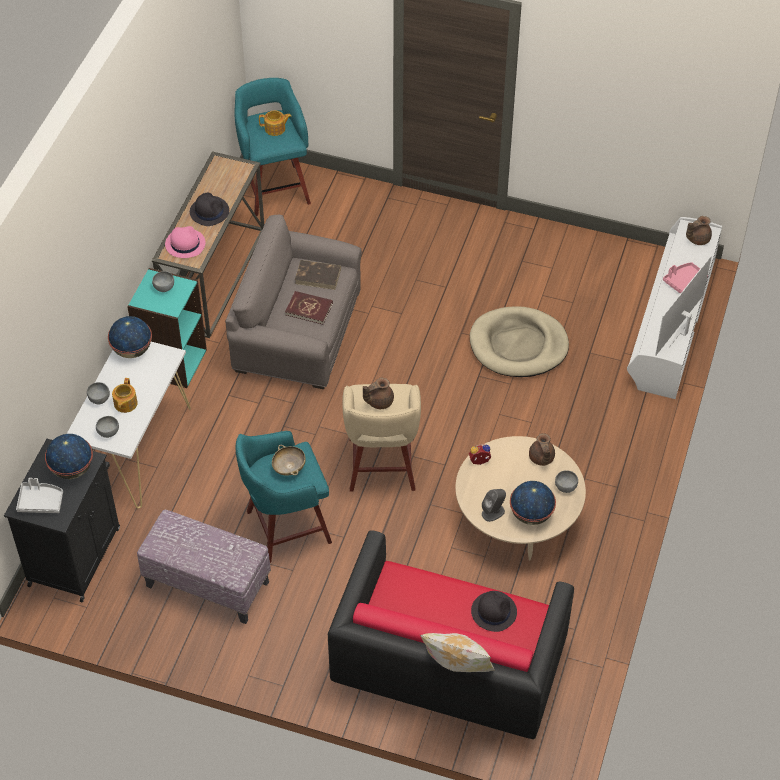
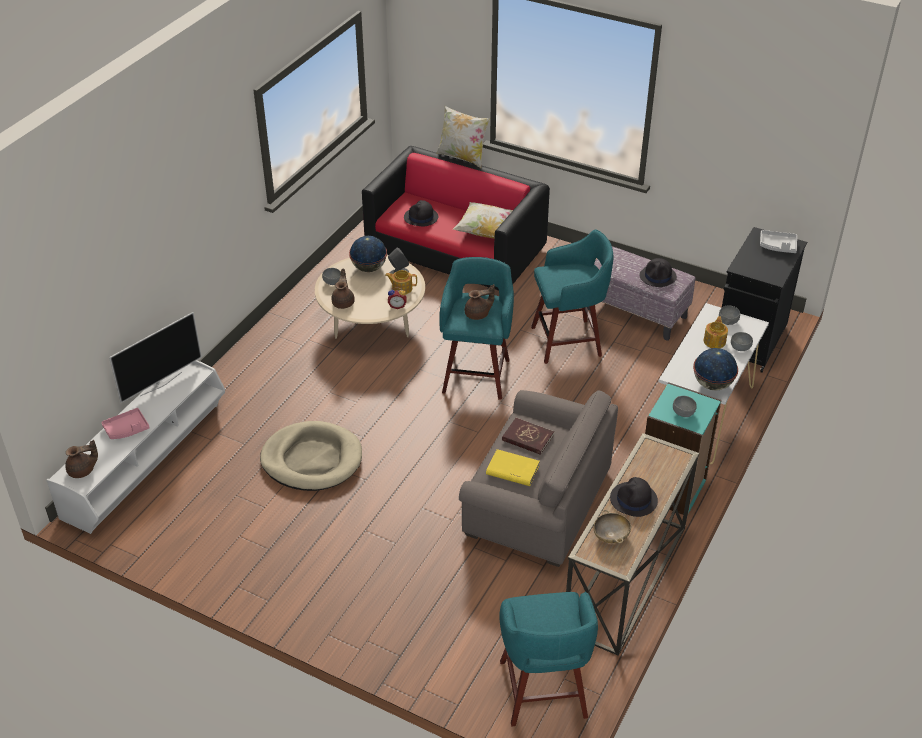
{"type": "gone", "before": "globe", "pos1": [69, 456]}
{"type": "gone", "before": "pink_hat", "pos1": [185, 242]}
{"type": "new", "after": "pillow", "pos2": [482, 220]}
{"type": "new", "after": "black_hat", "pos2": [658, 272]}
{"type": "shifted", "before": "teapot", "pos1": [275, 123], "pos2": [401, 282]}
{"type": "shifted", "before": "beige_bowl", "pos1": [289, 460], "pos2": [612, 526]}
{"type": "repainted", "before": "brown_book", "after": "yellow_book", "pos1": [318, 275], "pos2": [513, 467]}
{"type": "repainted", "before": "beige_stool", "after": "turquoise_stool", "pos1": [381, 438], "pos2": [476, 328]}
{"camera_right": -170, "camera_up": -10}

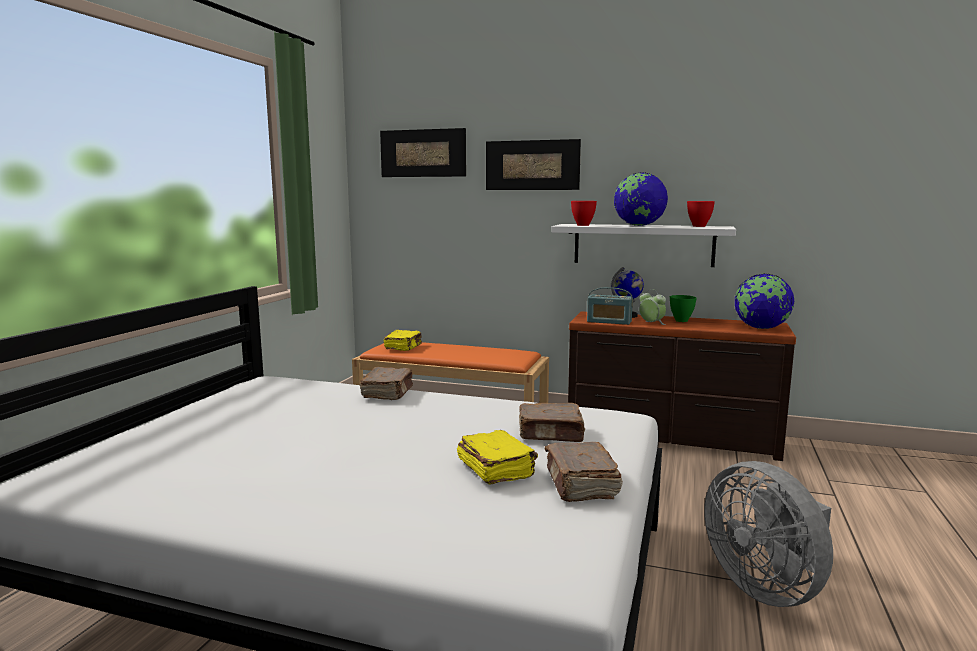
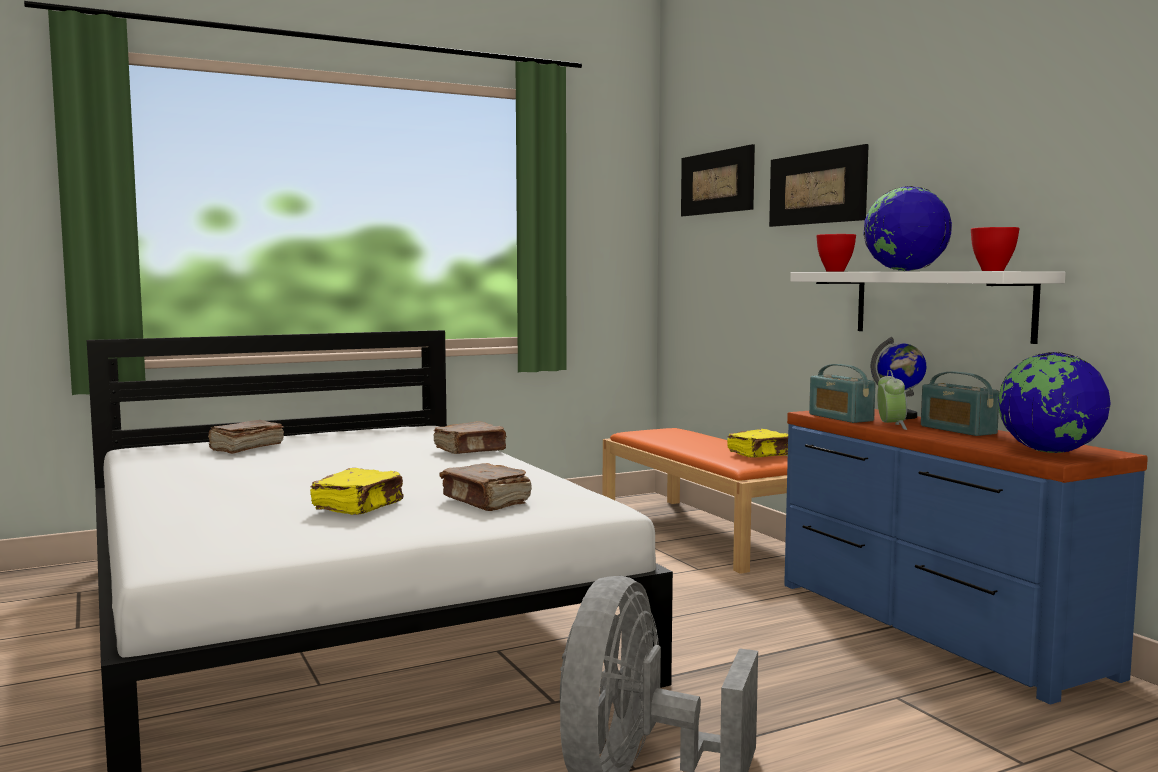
{"type": "shifted", "before": "yellow_book", "pos1": [403, 340], "pos2": [757, 443]}
{"type": "shifted", "before": "brown_book", "pos1": [584, 472], "pos2": [246, 437]}
{"type": "swapped", "before": "green_bowl", "after": "radio", "pos1": [683, 308], "pos2": [960, 403]}
{"type": "repainted", "before": "brown_dresser", "after": "blue_dresser", "pos1": [682, 386], "pos2": [966, 556]}
{"camera_right": 45, "camera_up": -5}

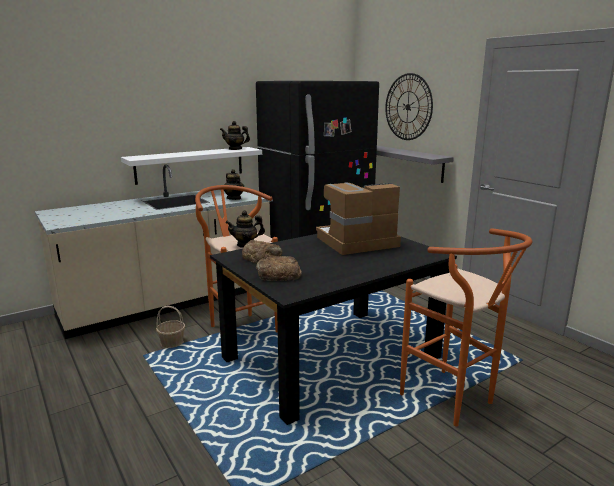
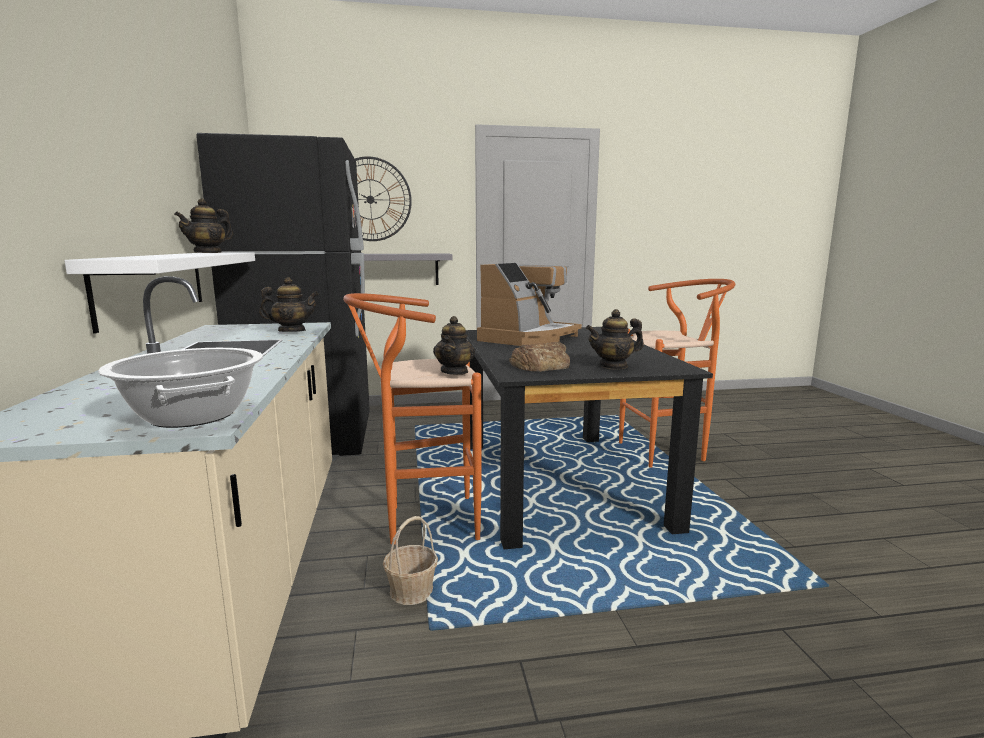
{"type": "new", "after": "cooking_pot", "pos2": [180, 388]}
{"type": "swapped", "before": "bread", "after": "teapot", "pos1": [279, 268], "pos2": [615, 339]}
{"type": "rotated", "before": "coffee_machine", "pos1": [358, 219], "pos2": [529, 304], "turn": -150}
{"camera_right": -65, "camera_up": -5}

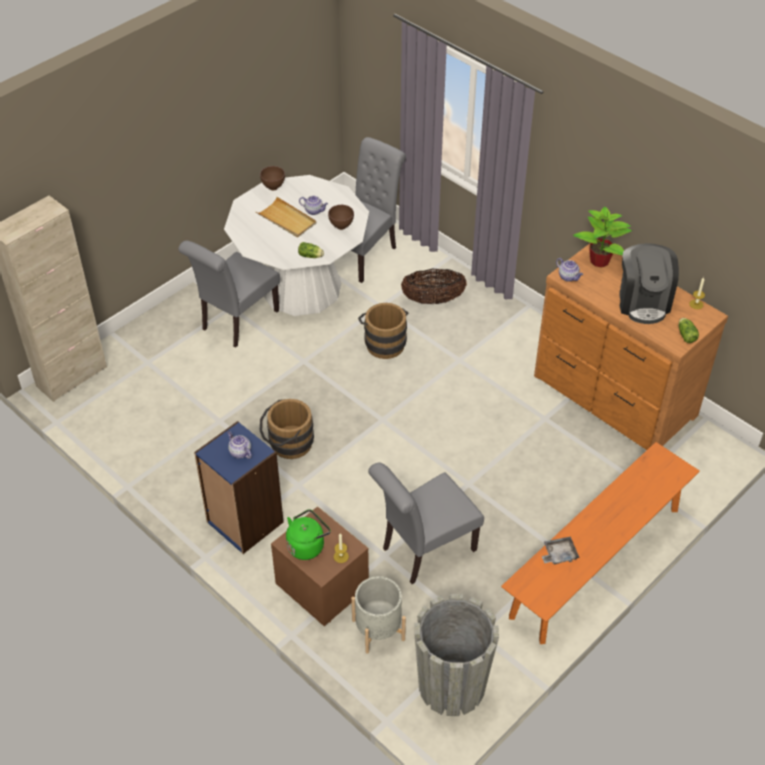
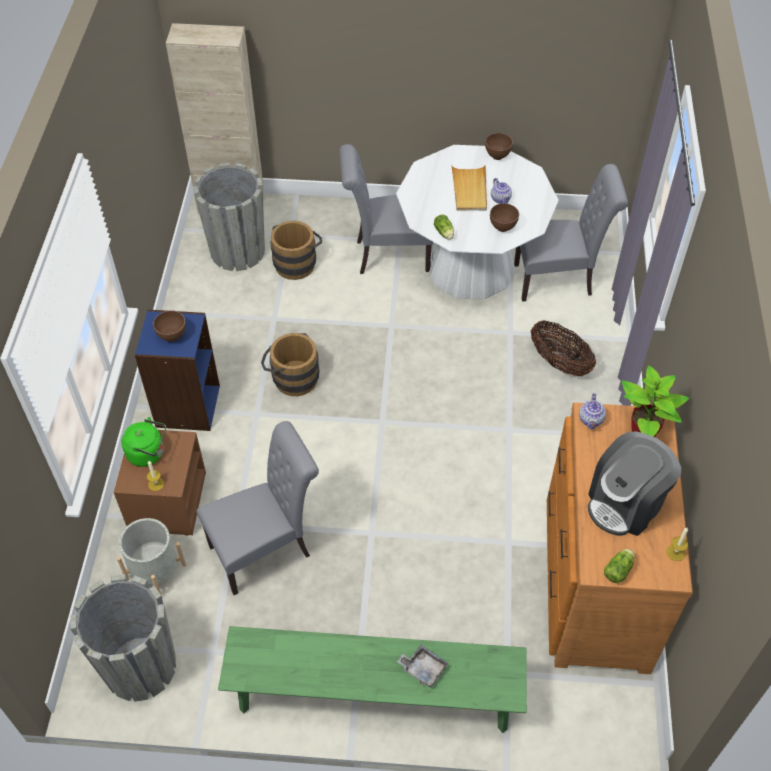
{"type": "new", "after": "grey_planter", "pos2": [229, 217]}
{"type": "shifted", "before": "brown_bucket", "pos1": [383, 331], "pos2": [296, 250]}
{"type": "shifted", "before": "grey_tray", "pos1": [561, 550], "pos2": [423, 666]}
{"type": "swapped", "before": "teapot", "after": "brown_bowl", "pos1": [239, 445], "pos2": [169, 326]}
{"type": "repainted", "before": "orange_bench", "after": "green_bench", "pos1": [600, 543], "pos2": [372, 679]}
{"type": "rotated", "before": "grey_chair", "pos1": [426, 523], "pos2": [257, 508], "turn": 135}
{"camera_right": 50, "camera_up": 5}

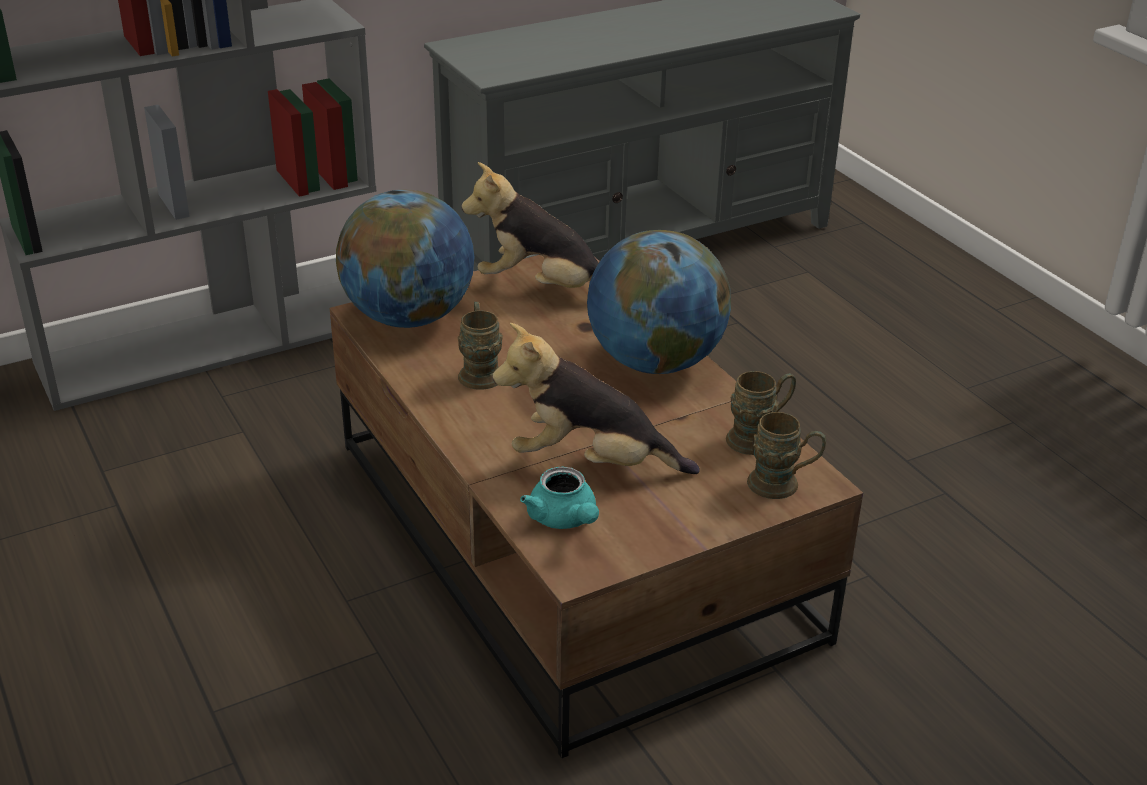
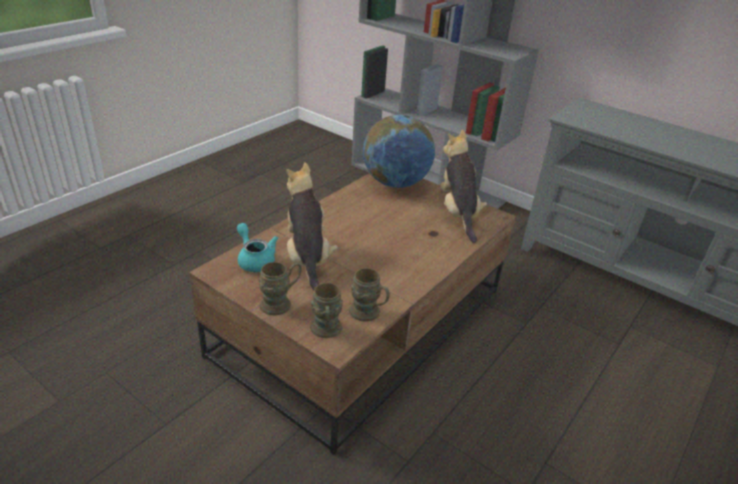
{"type": "gone", "before": "globe", "pos1": [659, 302]}
{"type": "shifted", "before": "brown_mug", "pos1": [480, 346], "pos2": [280, 288]}
{"type": "rotated", "before": "turquoise_teapot", "pos1": [559, 498], "pos2": [257, 247], "turn": 105}
{"camera_right": 65, "camera_up": 0}

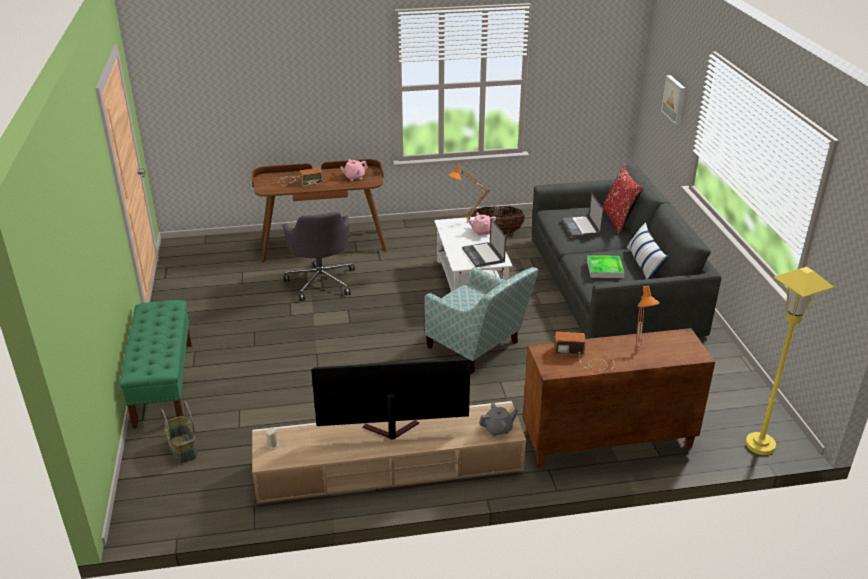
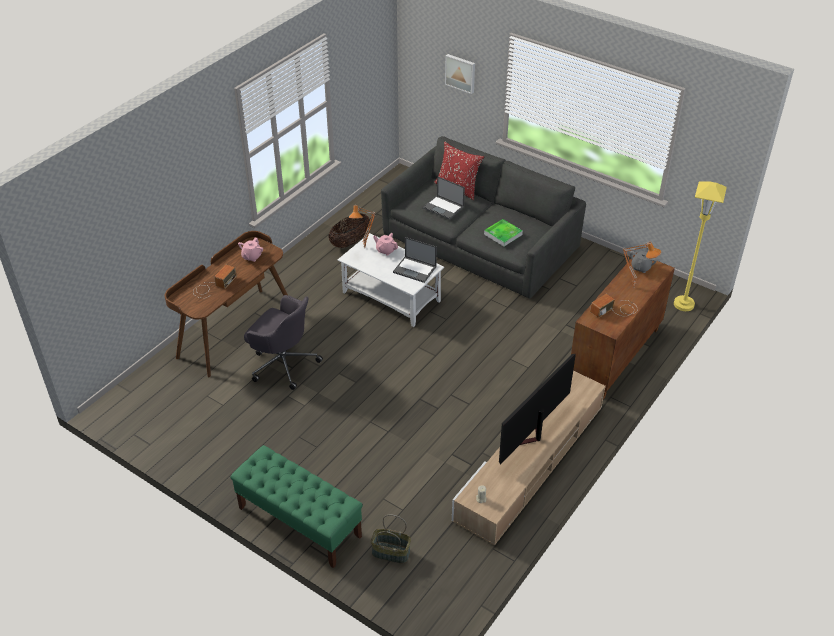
{"type": "gone", "before": "armchair", "pos1": [482, 320]}
{"type": "gone", "before": "pillow", "pos1": [647, 250]}
{"type": "shifted", "before": "grey_teapot", "pos1": [498, 419], "pos2": [643, 260]}
{"camera_right": -45, "camera_up": 10}

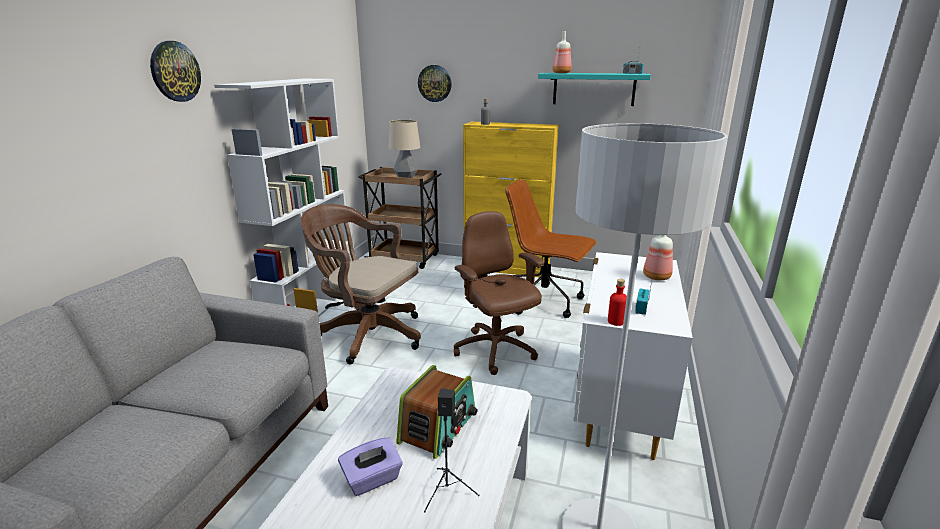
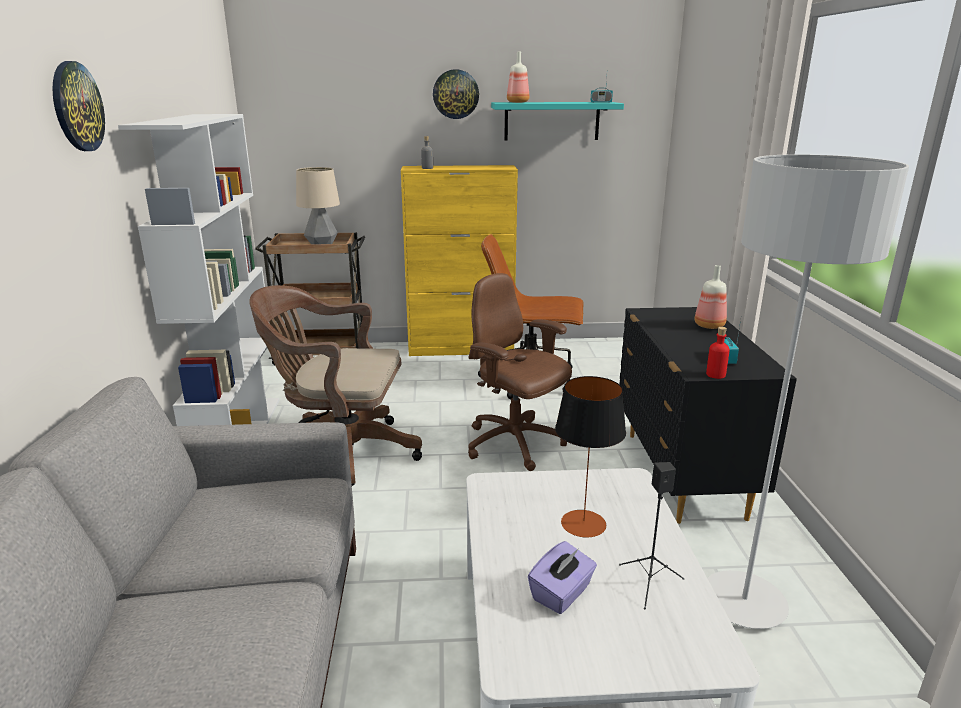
{"type": "shifted", "before": "wall_clock", "pos1": [435, 83], "pos2": [456, 94]}
{"type": "swapped", "before": "radio", "after": "table_lamp", "pos1": [437, 412], "pos2": [590, 457]}
{"type": "repainted", "before": "white_dresser", "after": "black_dresser", "pos1": [633, 356], "pos2": [708, 415]}
{"camera_right": -20, "camera_up": 0}

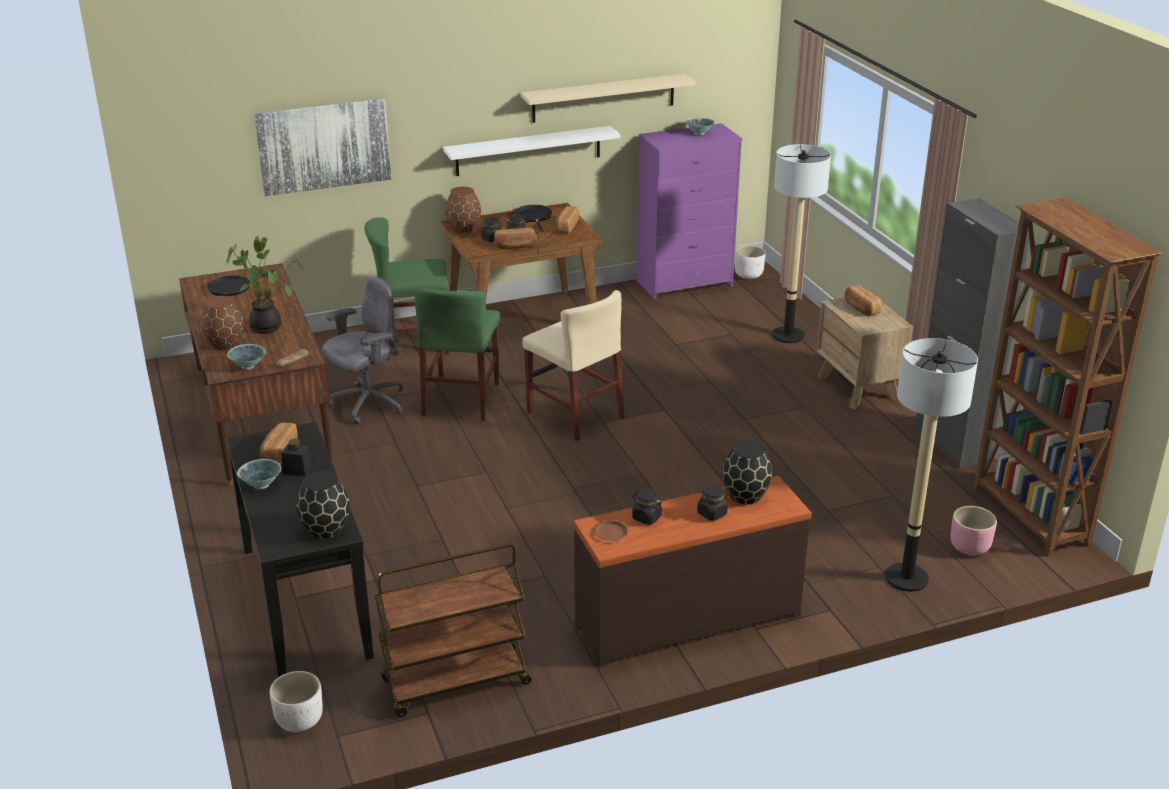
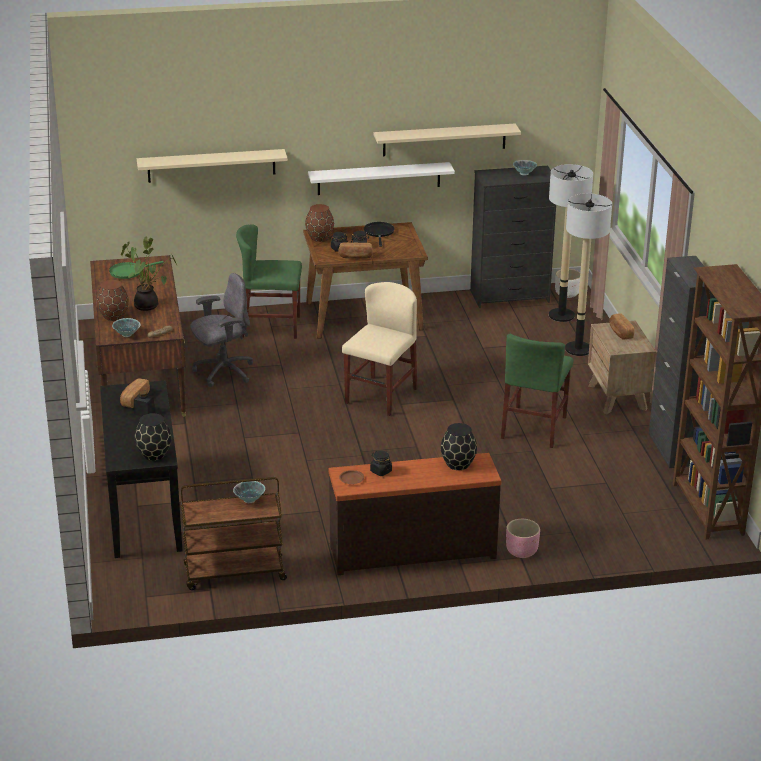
{"type": "gone", "before": "white_planter", "pos1": [296, 701]}
{"type": "gone", "before": "bread", "pos1": [567, 219]}
{"type": "gone", "before": "black_jar", "pos1": [712, 503]}
{"type": "shifted", "before": "bowl", "pos1": [259, 474], "pos2": [249, 492]}
{"type": "shifted", "before": "green_chair", "pos1": [457, 353], "pos2": [537, 391]}
{"type": "shifted", "before": "floor_lamp", "pos1": [931, 465], "pos2": [571, 243]}
{"type": "shifted", "before": "pink_planter", "pos1": [974, 531], "pos2": [523, 538]}
{"type": "swapped", "before": "picture", "after": "beige_shelf", "pos1": [322, 147], "pos2": [212, 166]}
{"type": "repainted", "before": "black_frying_pan", "after": "green_frying_pan", "pos1": [241, 283], "pos2": [136, 270]}
{"type": "repainted", "before": "purple_dresser", "after": "black_dresser", "pos1": [689, 211], "pos2": [513, 237]}
{"type": "rotated", "before": "beige_chair", "pos1": [573, 365], "pos2": [379, 349], "turn": -120}
{"camera_right": 10, "camera_up": 0}

